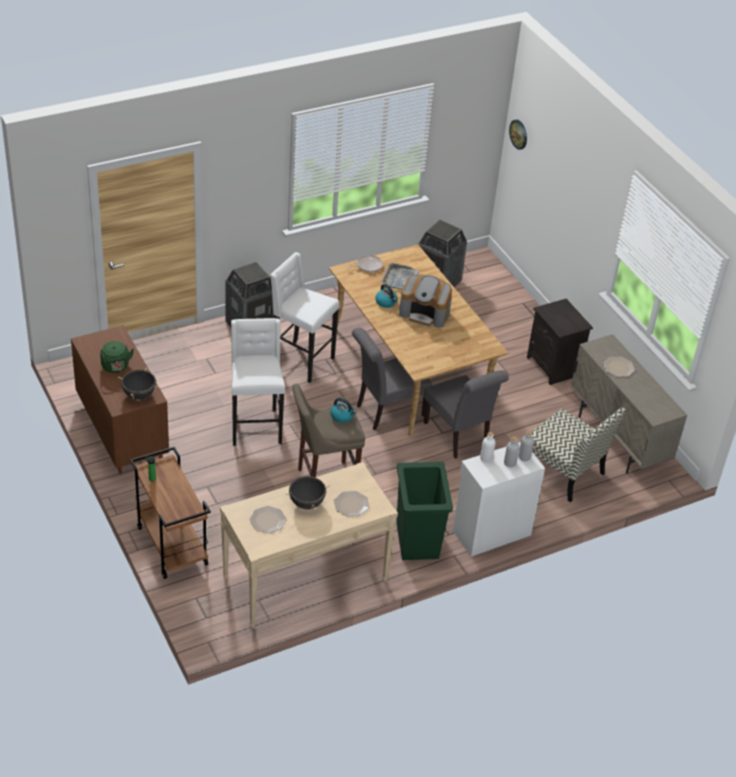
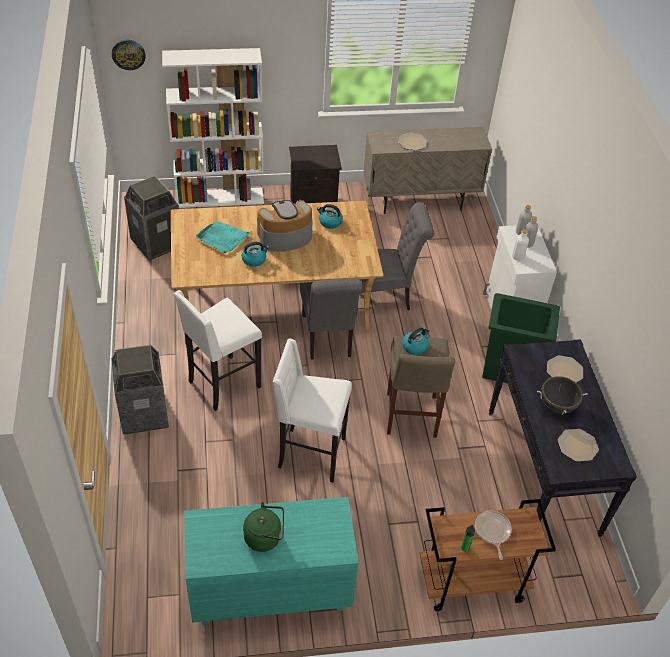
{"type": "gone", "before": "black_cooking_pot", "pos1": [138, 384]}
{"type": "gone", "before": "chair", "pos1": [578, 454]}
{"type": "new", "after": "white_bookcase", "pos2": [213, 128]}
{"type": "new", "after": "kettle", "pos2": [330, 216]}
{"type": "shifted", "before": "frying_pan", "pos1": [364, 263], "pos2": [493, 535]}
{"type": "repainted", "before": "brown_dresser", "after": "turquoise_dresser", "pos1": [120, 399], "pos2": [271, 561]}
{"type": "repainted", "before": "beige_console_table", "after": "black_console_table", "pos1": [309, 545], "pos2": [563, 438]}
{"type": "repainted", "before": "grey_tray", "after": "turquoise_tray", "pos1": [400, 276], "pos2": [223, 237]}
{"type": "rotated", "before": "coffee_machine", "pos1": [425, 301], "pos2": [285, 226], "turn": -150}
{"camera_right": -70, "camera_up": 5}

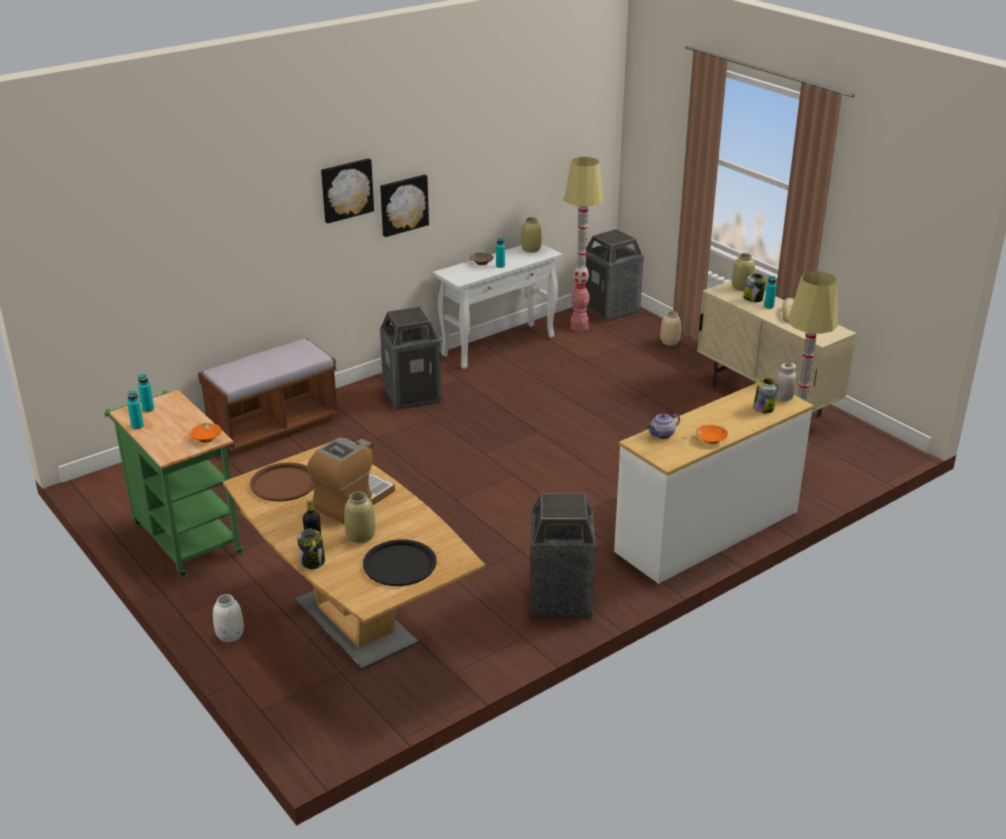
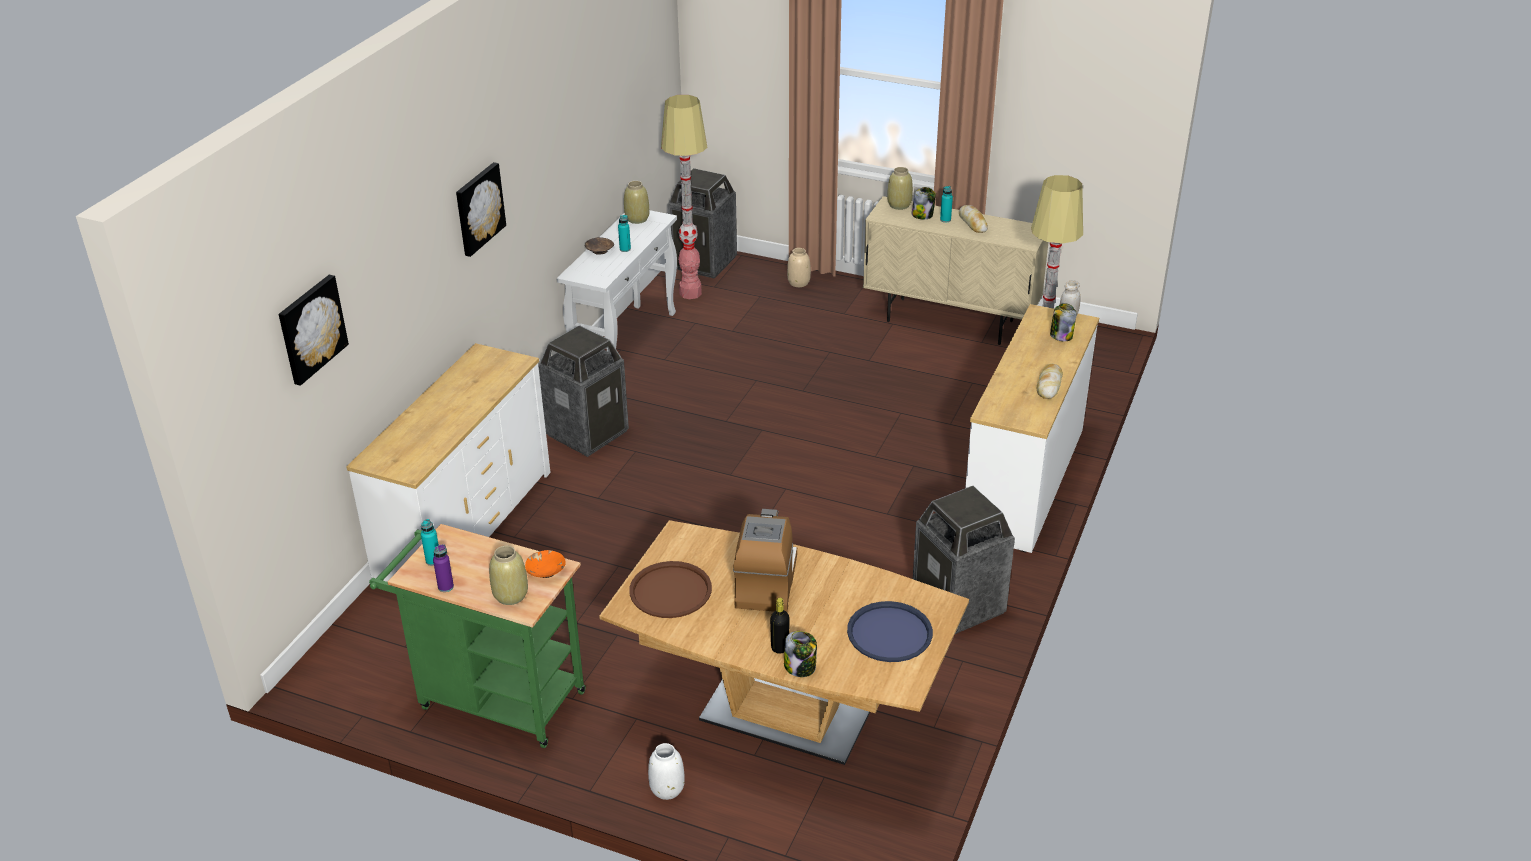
{"type": "gone", "before": "teapot", "pos1": [663, 426]}
{"type": "shifted", "before": "beige_vase", "pos1": [360, 517], "pos2": [508, 575]}
{"type": "shifted", "before": "picture", "pos1": [404, 206], "pos2": [314, 330]}
{"type": "swapped", "before": "brown_bench", "after": "white_dresser", "pos1": [269, 396], "pos2": [448, 462]}
{"type": "swapped", "before": "orange_bowl", "after": "bread", "pos1": [712, 434], "pos2": [1050, 381]}
{"type": "repainted", "before": "turquoise_bottle", "after": "purple_bottle", "pos1": [135, 410], "pos2": [443, 568]}
{"type": "repainted", "before": "black_tray", "after": "blue_tray", "pos1": [400, 562], "pos2": [890, 631]}
{"camera_right": -30, "camera_up": 5}

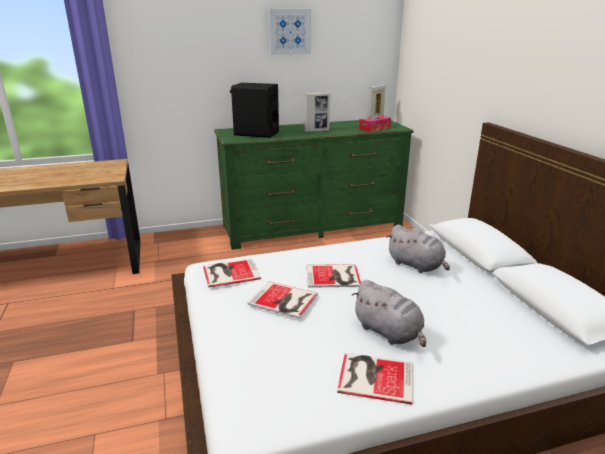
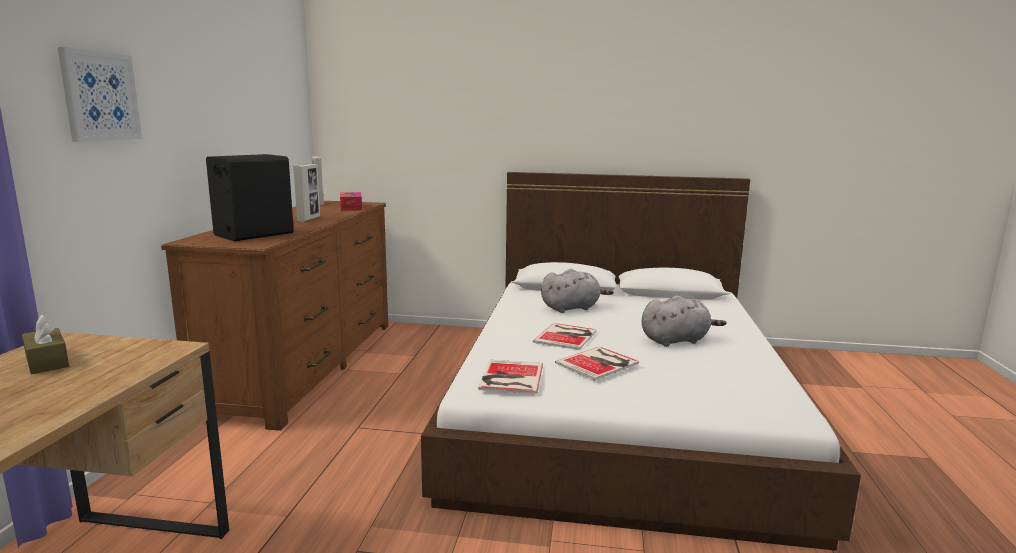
{"type": "gone", "before": "book", "pos1": [375, 378]}
{"type": "new", "after": "brown_tissue_box", "pos2": [45, 344]}
{"type": "shifted", "before": "picture", "pos1": [290, 32], "pos2": [100, 94]}
{"type": "repainted", "before": "green_dresser", "after": "brown_dresser", "pos1": [313, 185], "pos2": [274, 316]}
{"camera_right": -65, "camera_up": -10}

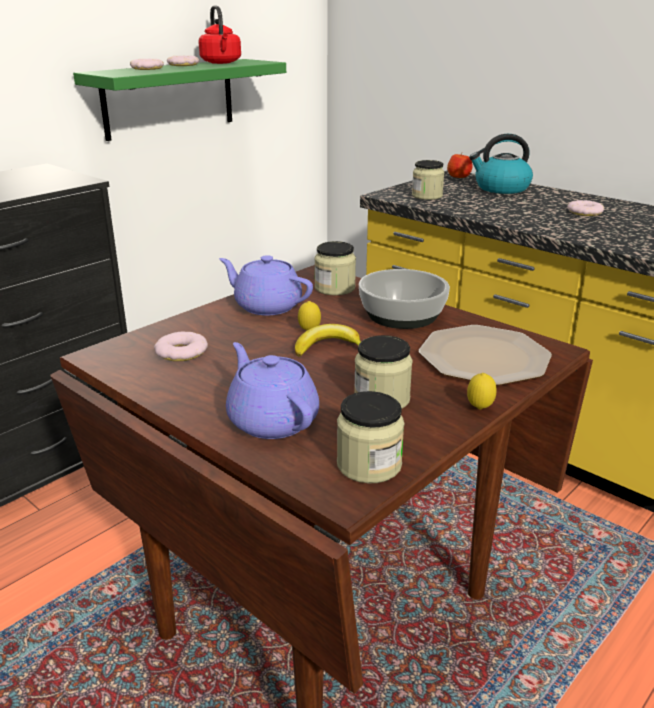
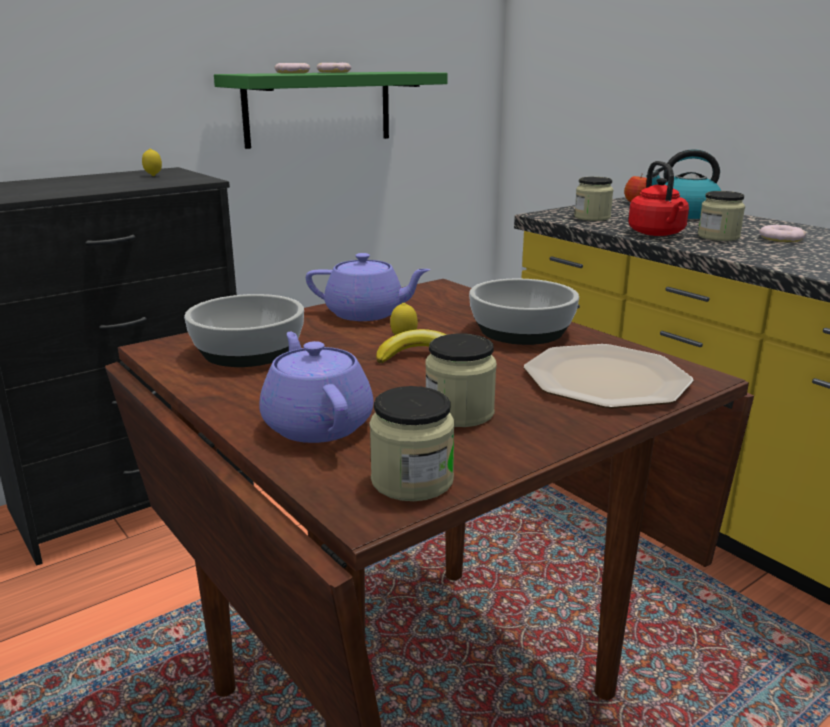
{"type": "shifted", "before": "red_kettle", "pos1": [219, 34], "pos2": [658, 198]}
{"type": "shifted", "before": "jar", "pos1": [335, 268], "pos2": [721, 216]}
{"type": "shifted", "before": "lemon", "pos1": [482, 391], "pos2": [152, 162]}
{"type": "swapped", "before": "donut", "after": "bowl", "pos1": [181, 346], "pos2": [244, 330]}
{"type": "rotated", "before": "purple_teapot", "pos1": [266, 285], "pos2": [368, 287], "turn": 150}
{"camera_right": 10, "camera_up": -5}

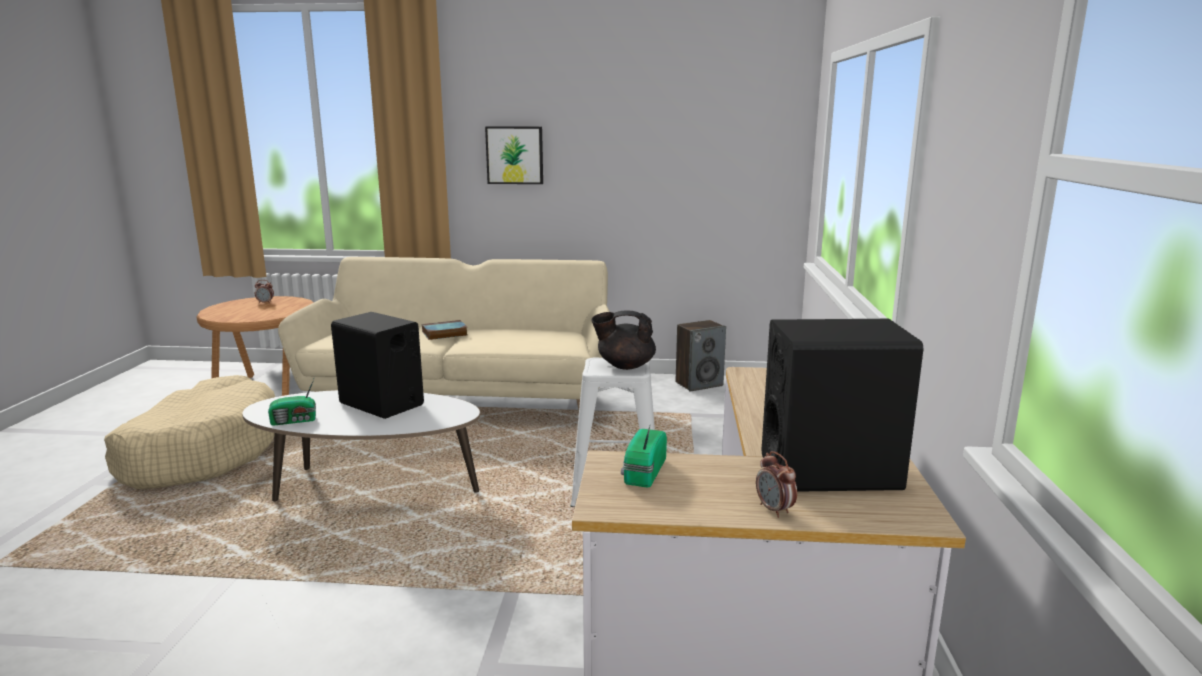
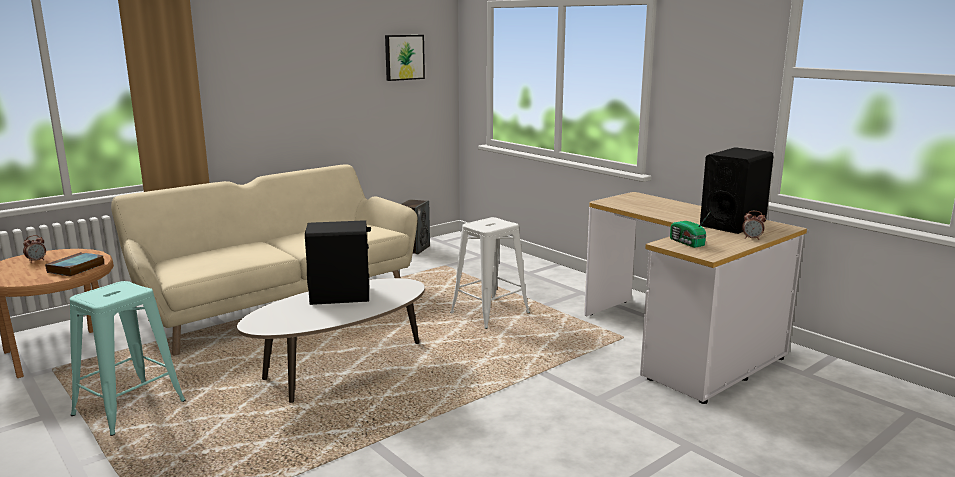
{"type": "gone", "before": "radio", "pos1": [292, 401]}
{"type": "gone", "before": "black_teapot", "pos1": [623, 340]}
{"type": "shifted", "before": "book", "pos1": [445, 330], "pos2": [74, 264]}
{"type": "shifted", "before": "picture", "pos1": [514, 155], "pos2": [405, 58]}
{"type": "swapped", "before": "beige_dog_bed", "after": "turquoise_stool", "pos1": [189, 432], "pos2": [128, 358]}
{"camera_right": -45, "camera_up": 0}

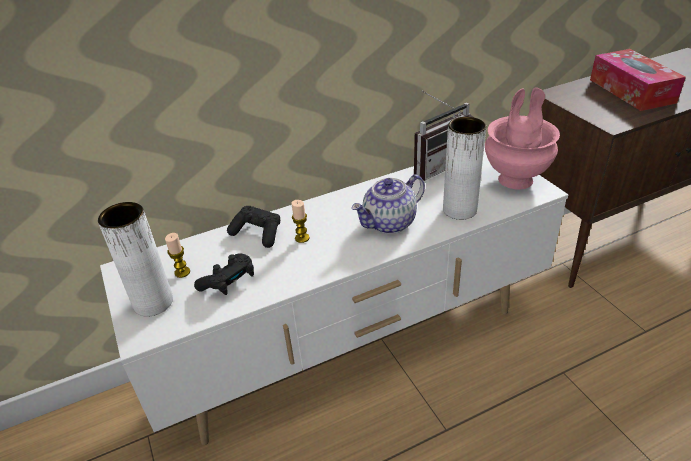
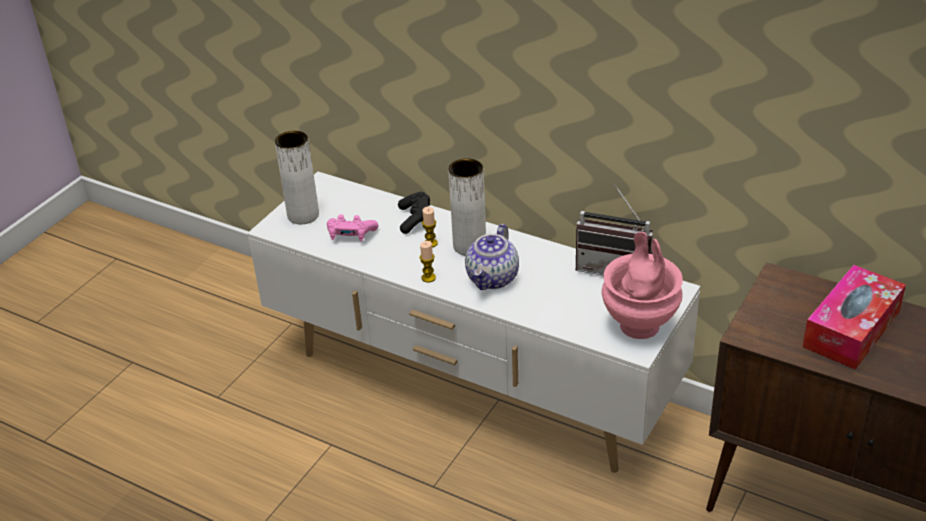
{"type": "shifted", "before": "candle", "pos1": [177, 255], "pos2": [428, 261]}
{"type": "shifted", "before": "white_vase", "pos1": [464, 168], "pos2": [467, 207]}
{"type": "repainted", "before": "black_game_controller", "after": "pink_game_controller", "pos1": [224, 274], "pos2": [352, 227]}
{"type": "rotated", "before": "teapot", "pos1": [388, 204], "pos2": [492, 257], "turn": -90}
{"camera_right": 55, "camera_up": 0}

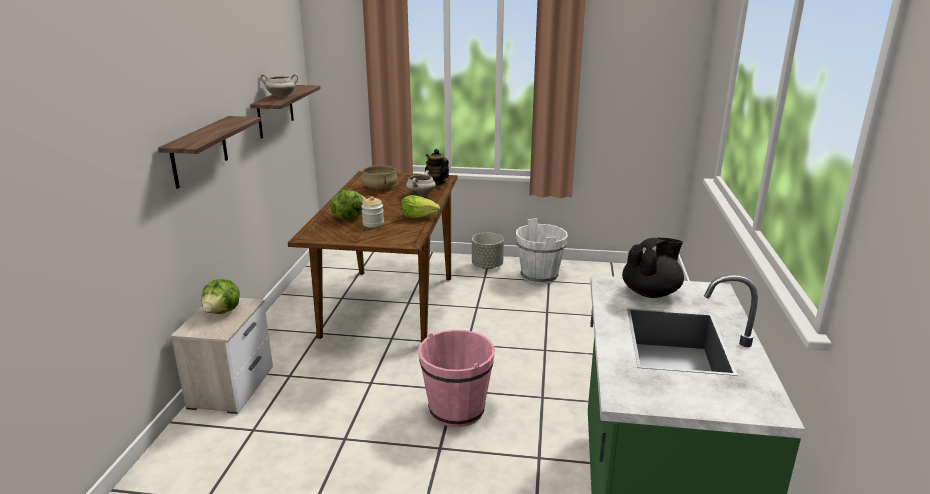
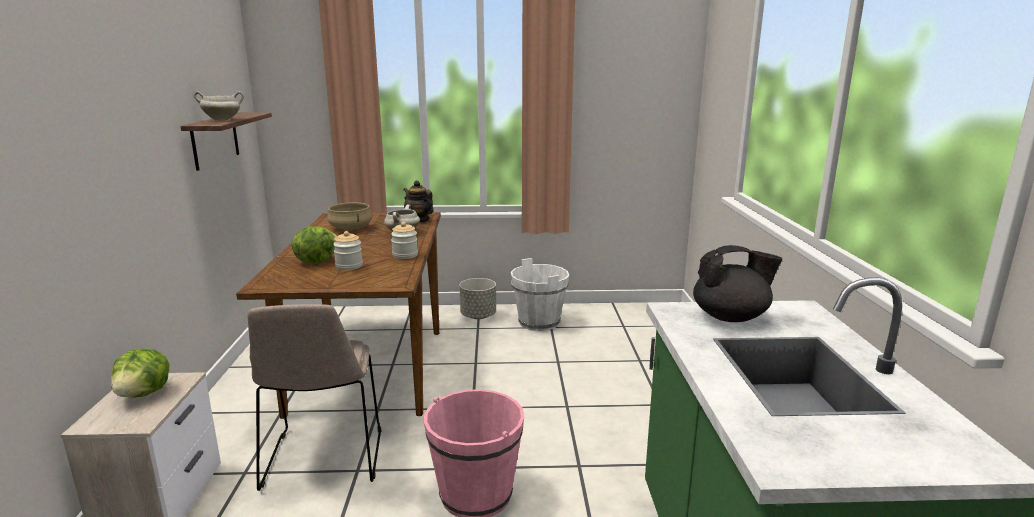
{"type": "gone", "before": "shelf", "pos1": [209, 152]}
{"type": "new", "after": "beige_chair", "pos2": [315, 397]}
{"type": "swapped", "before": "lettuce", "after": "jar", "pos1": [420, 206], "pos2": [404, 240]}
{"type": "rotated", "before": "black_teapot", "pos1": [653, 268], "pos2": [737, 283], "turn": 45}
{"camera_right": -10, "camera_up": -5}

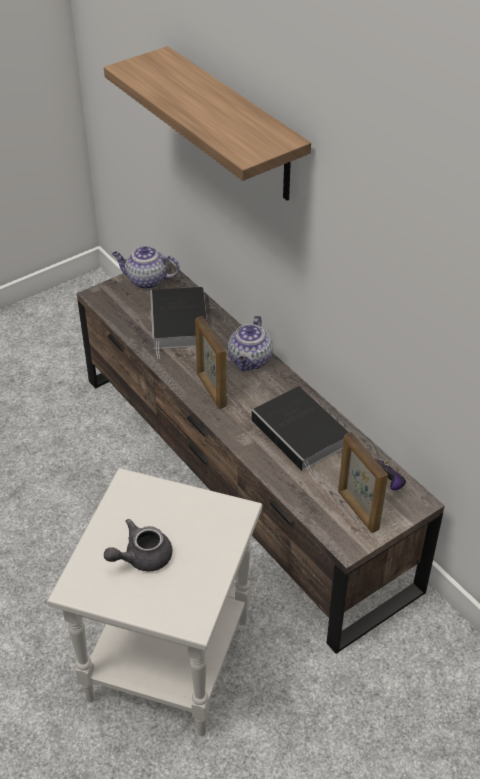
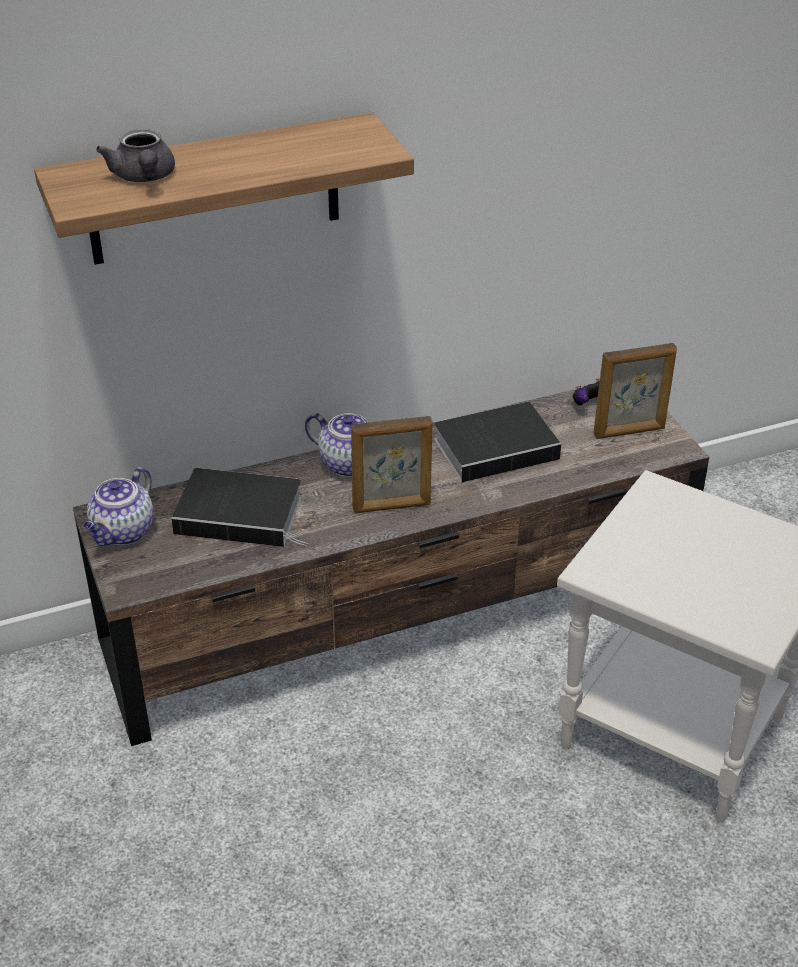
{"type": "shifted", "before": "grey_teapot", "pos1": [138, 545], "pos2": [135, 155]}
{"camera_right": -75, "camera_up": -5}

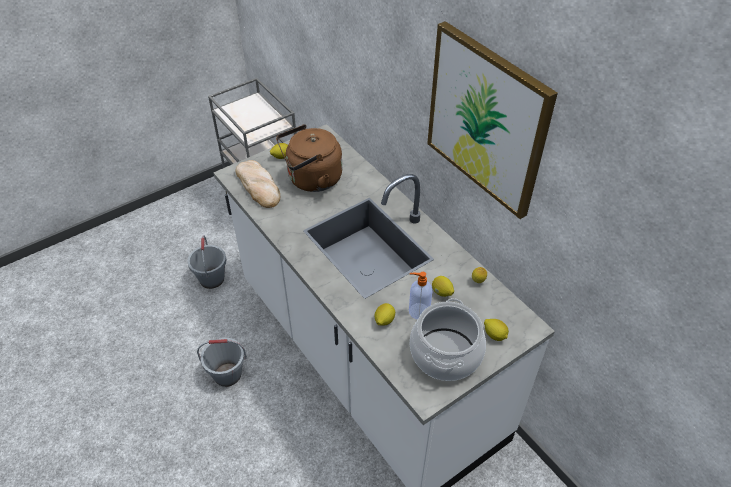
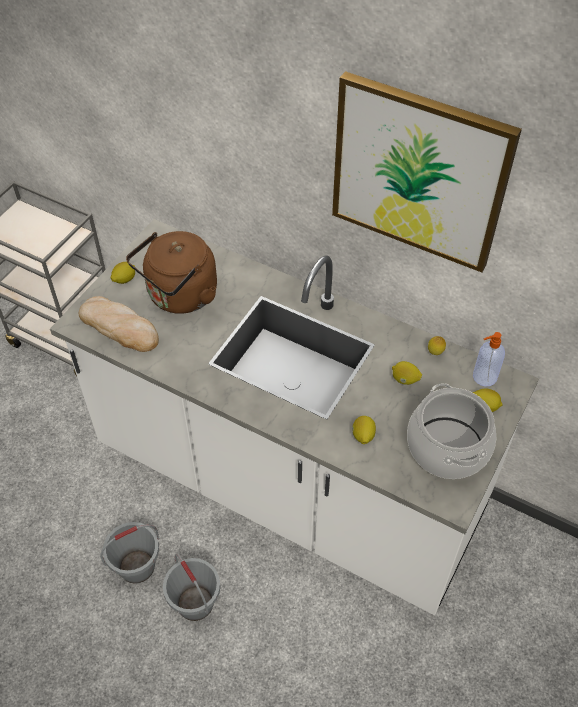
{"type": "shifted", "before": "grey_bucket", "pos1": [207, 262], "pos2": [191, 587]}
{"type": "shifted", "before": "soap_dispenser", "pos1": [420, 295], "pos2": [489, 359]}
{"camera_right": -25, "camera_up": 5}

